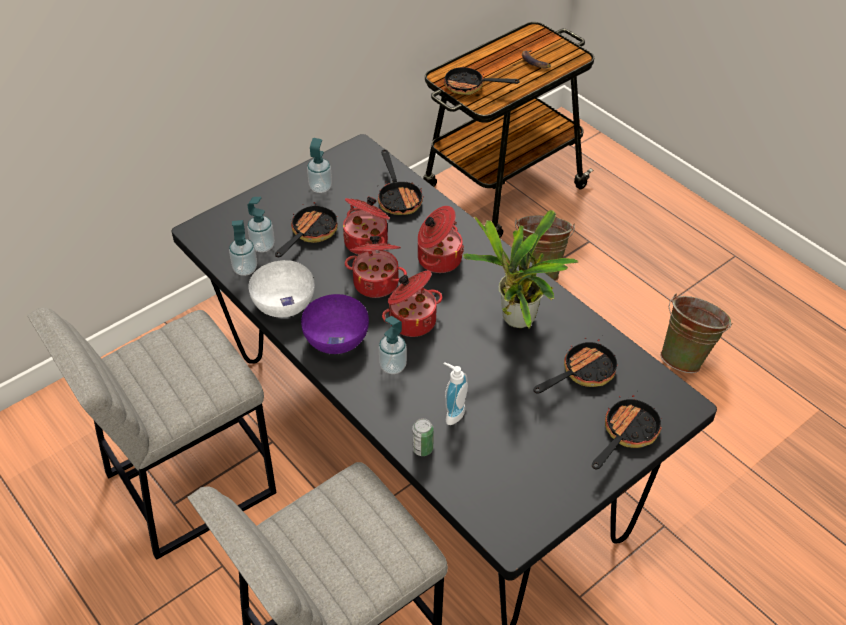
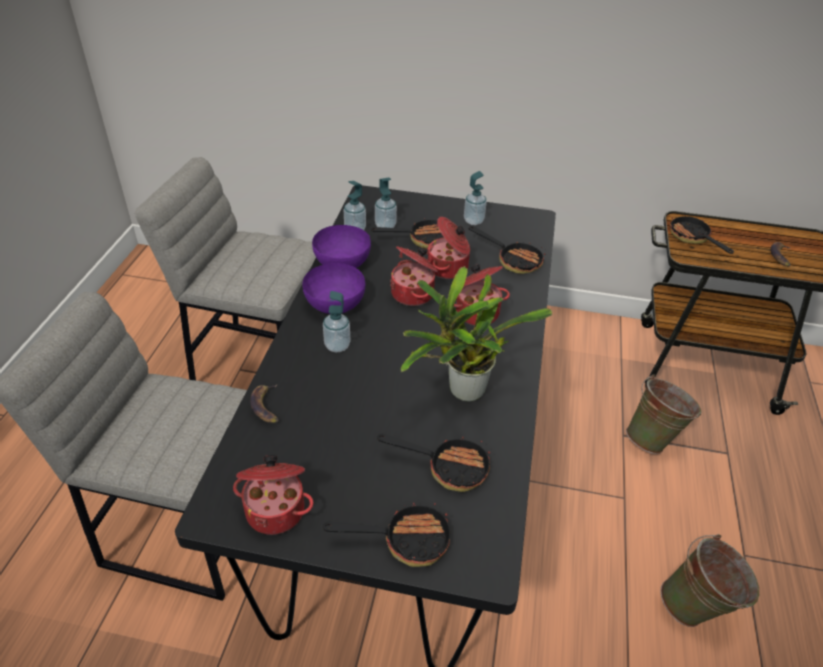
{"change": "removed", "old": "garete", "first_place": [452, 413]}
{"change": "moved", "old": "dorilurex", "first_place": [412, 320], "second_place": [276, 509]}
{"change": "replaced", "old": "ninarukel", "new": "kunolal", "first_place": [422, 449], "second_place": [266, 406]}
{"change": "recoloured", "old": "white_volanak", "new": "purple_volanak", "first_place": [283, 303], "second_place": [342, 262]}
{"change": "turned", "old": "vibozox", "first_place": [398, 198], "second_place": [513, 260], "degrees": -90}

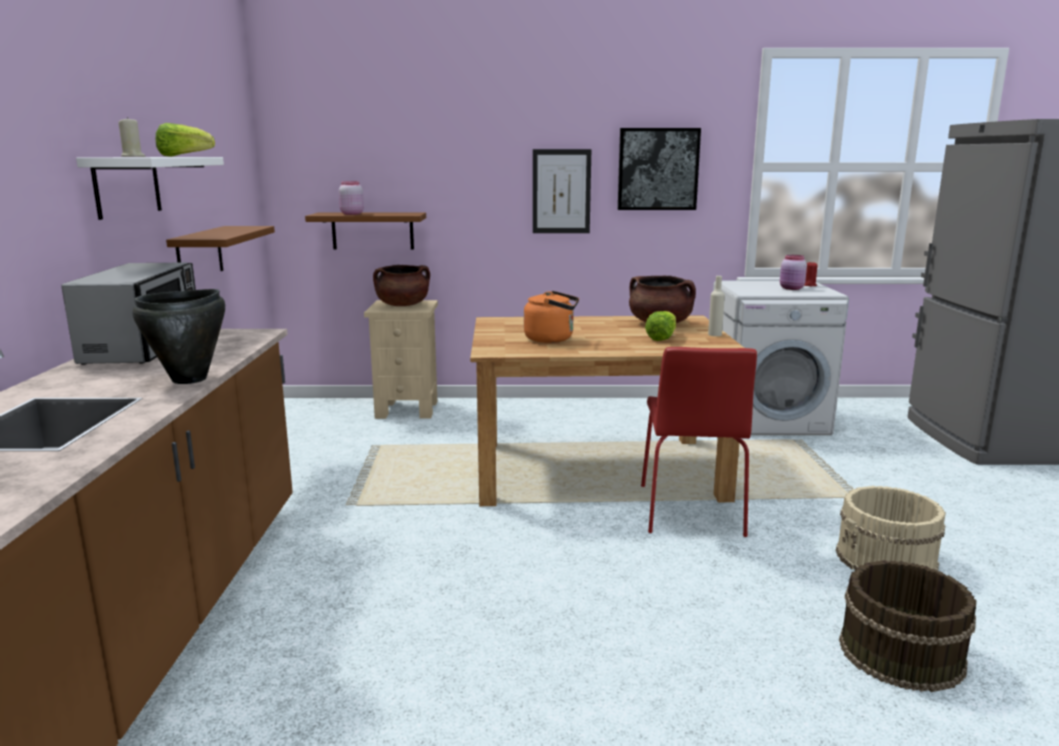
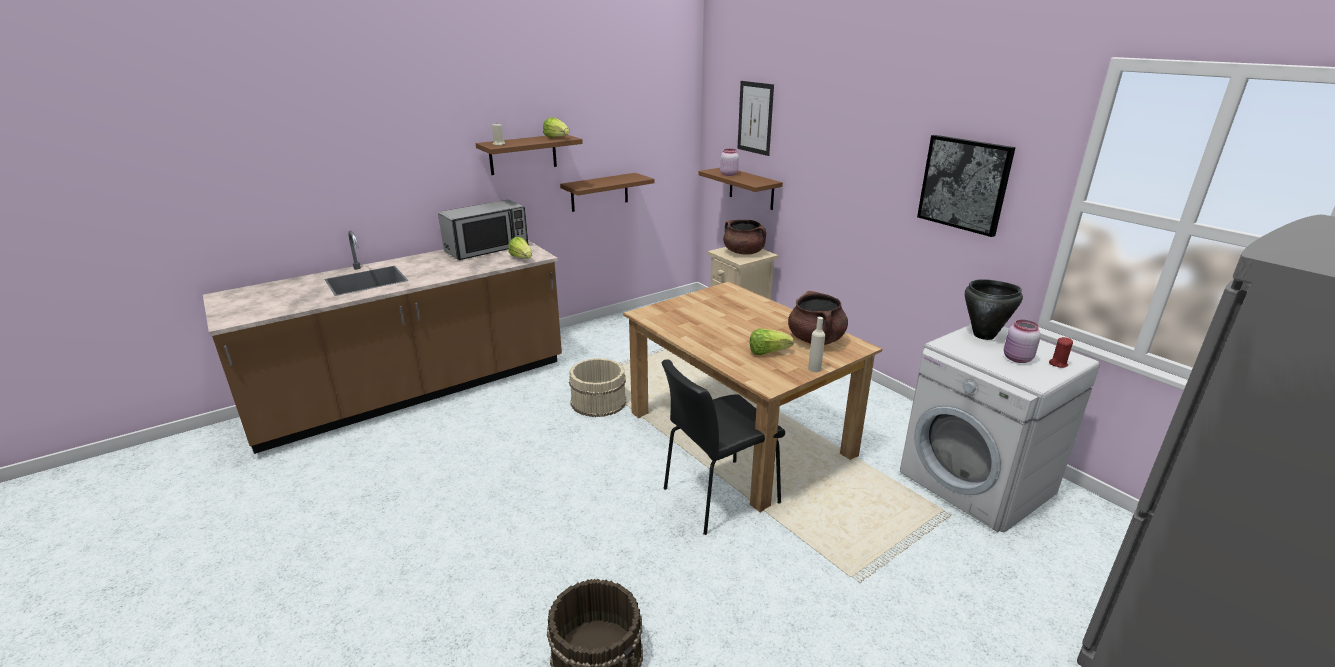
{"change": "removed", "old": "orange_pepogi", "first_place": [552, 339]}
{"change": "added", "new": "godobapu", "second_place": [522, 258]}
{"change": "moved", "old": "black_dorilurex", "first_place": [190, 379], "second_place": [984, 335]}
{"change": "moved", "old": "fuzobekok", "first_place": [561, 191], "second_place": [755, 118]}
{"change": "moved", "old": "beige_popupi", "first_place": [886, 559], "second_place": [598, 402]}
{"change": "recoloured", "old": "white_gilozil", "new": "brown_gilozil", "first_place": [127, 186], "second_place": [523, 154]}
{"change": "recoloured", "old": "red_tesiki", "new": "black_tesiki", "first_place": [691, 512], "second_place": [717, 497]}

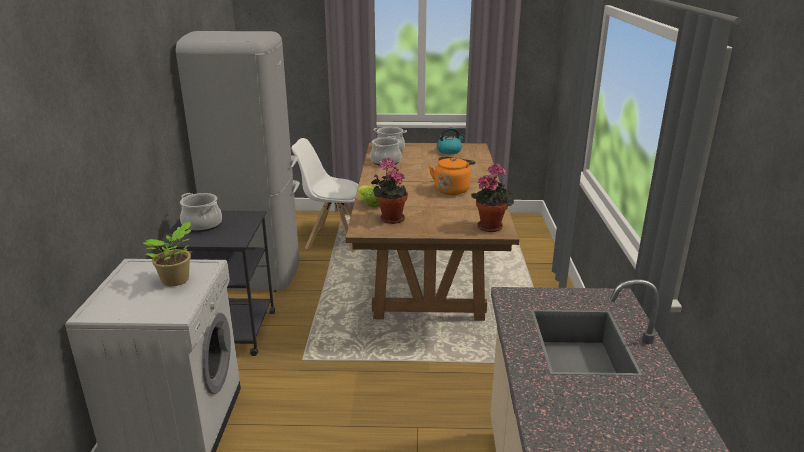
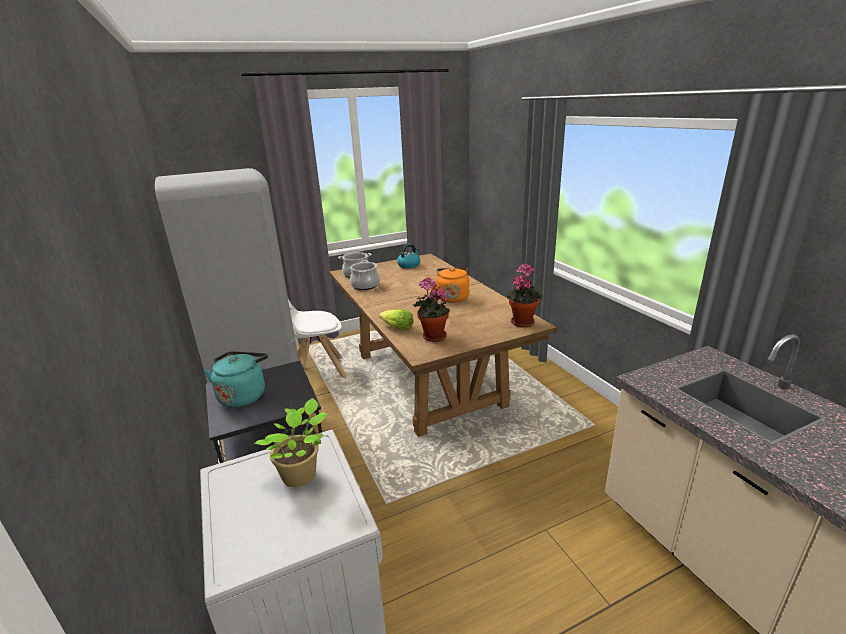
{"change": "replaced", "old": "dorilurex", "new": "turquoise_pepogi", "first_place": [202, 225], "second_place": [243, 395]}

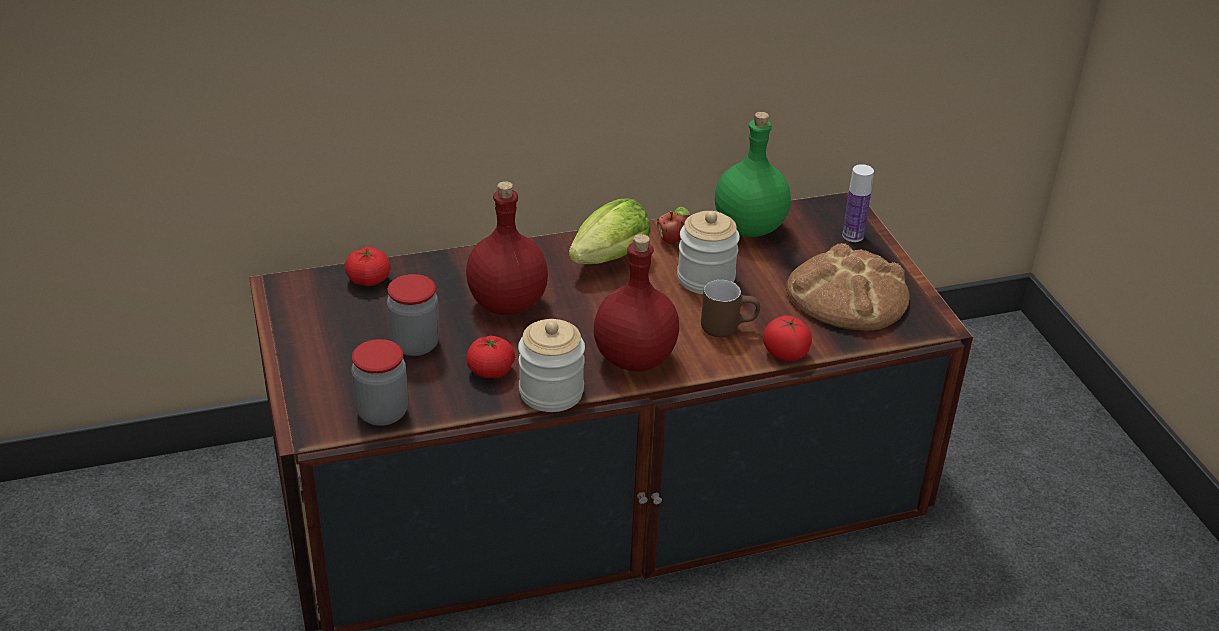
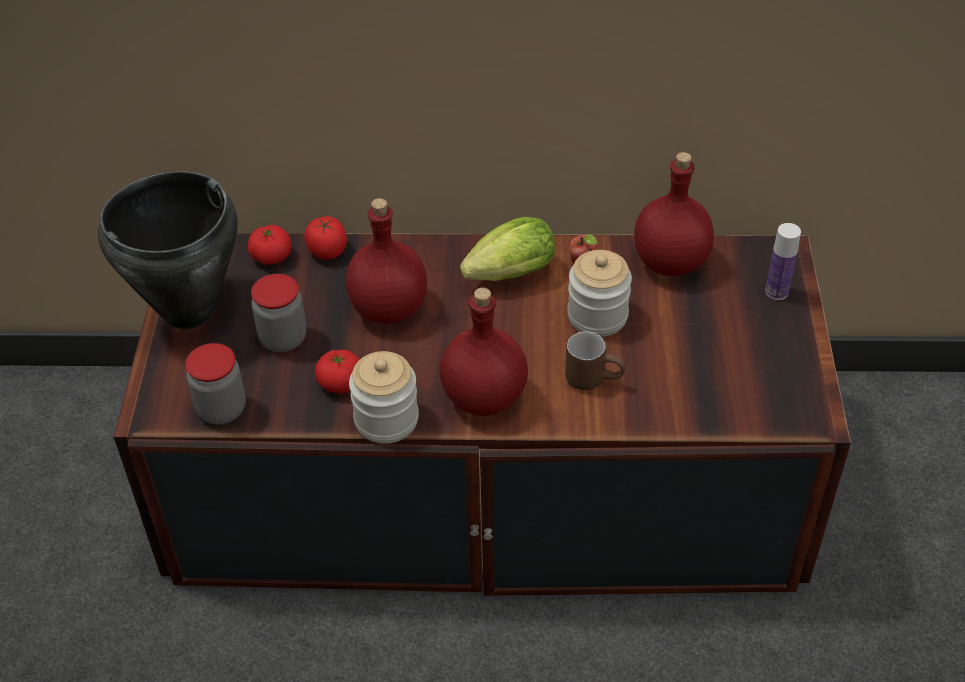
{"change": "removed", "old": "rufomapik", "first_place": [847, 295]}
{"change": "added", "new": "black_dorilurex", "second_place": [187, 311]}
{"change": "moved", "old": "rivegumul", "first_place": [785, 353], "second_place": [327, 251]}
{"change": "recoloured", "old": "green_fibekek", "new": "red_fibekek", "first_place": [750, 228], "second_place": [672, 262]}

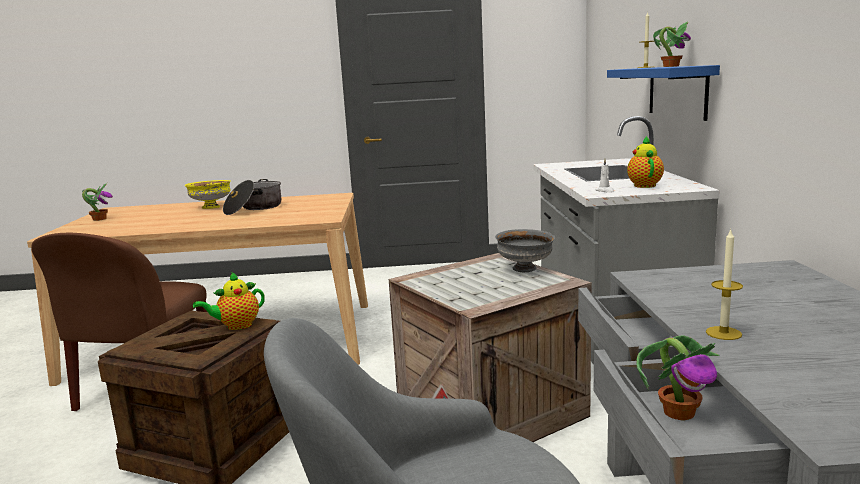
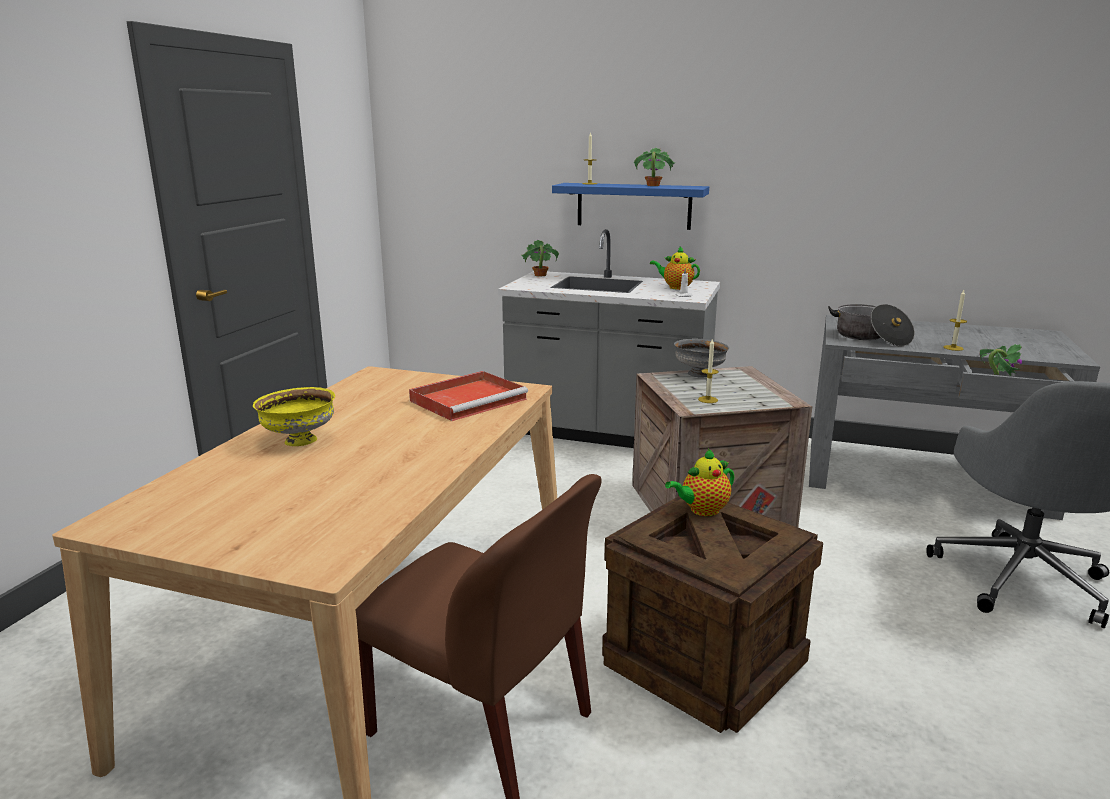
{"change": "added", "new": "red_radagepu", "second_place": [470, 399]}
{"change": "added", "new": "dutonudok", "second_place": [708, 400]}
{"change": "moved", "old": "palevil", "first_place": [99, 219], "second_place": [540, 275]}
{"change": "moved", "old": "dorilurex", "first_place": [254, 208], "second_place": [870, 337]}
{"change": "turned", "old": "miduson", "first_place": [236, 326], "second_place": [702, 510], "degrees": 75}

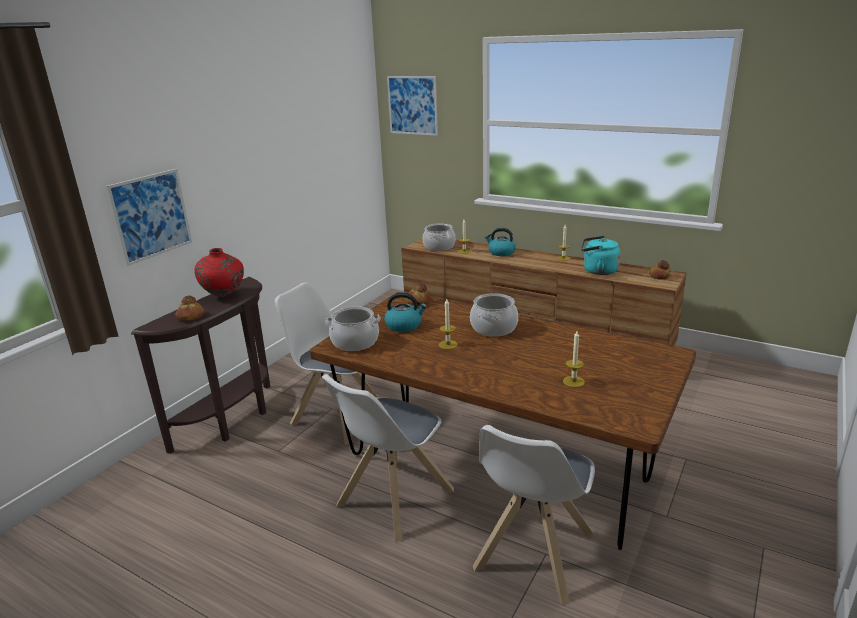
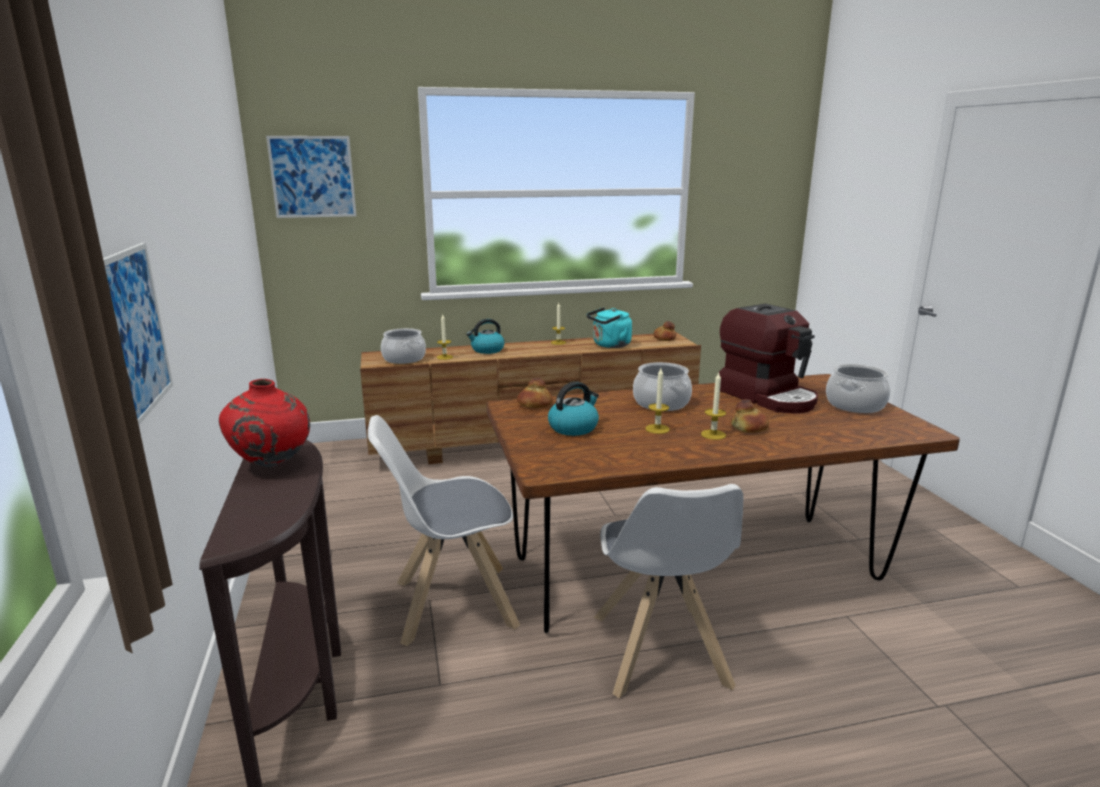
{"change": "removed", "old": "tesiki", "first_place": [532, 553]}
{"change": "added", "new": "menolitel", "second_place": [767, 396]}
{"change": "moved", "old": "rufomapik", "first_place": [190, 316], "second_place": [748, 428]}
{"change": "moved", "old": "dorilurex", "first_place": [355, 342], "second_place": [854, 405]}
{"change": "moved", "old": "dutonudok", "first_place": [573, 381], "second_place": [713, 434]}

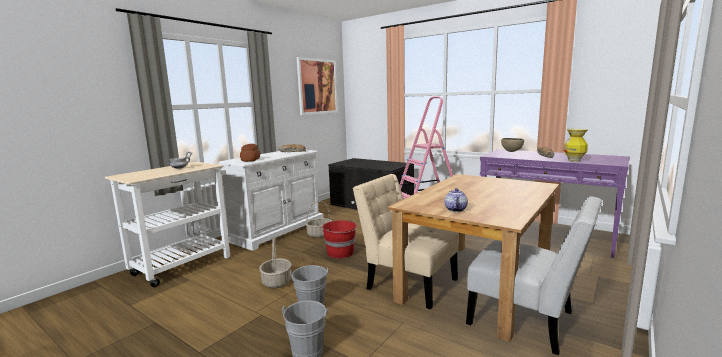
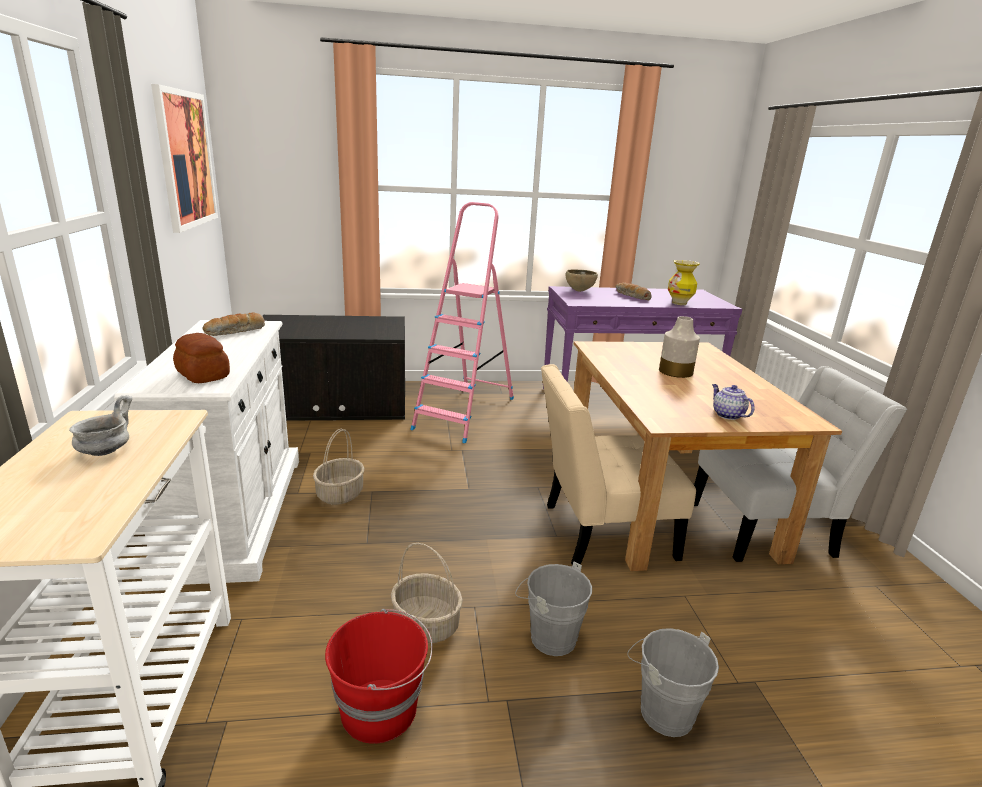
{"change": "added", "new": "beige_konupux", "second_place": [675, 371]}
{"change": "moved", "old": "red_popupi", "first_place": [341, 253], "second_place": [381, 709]}

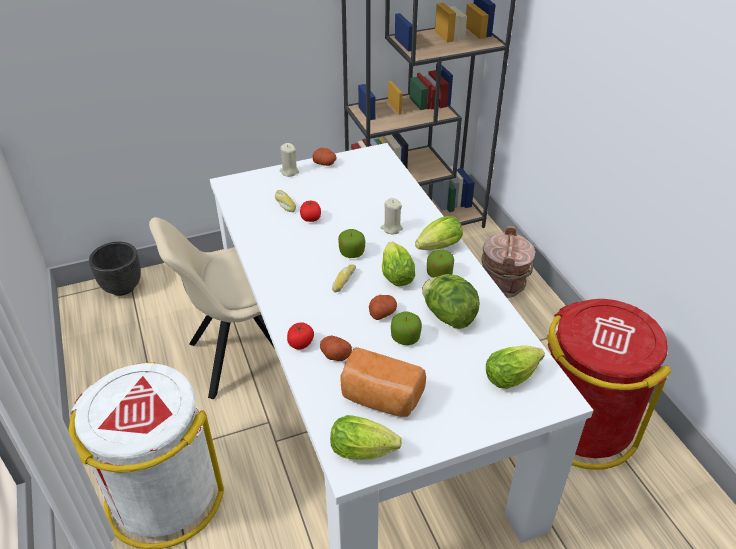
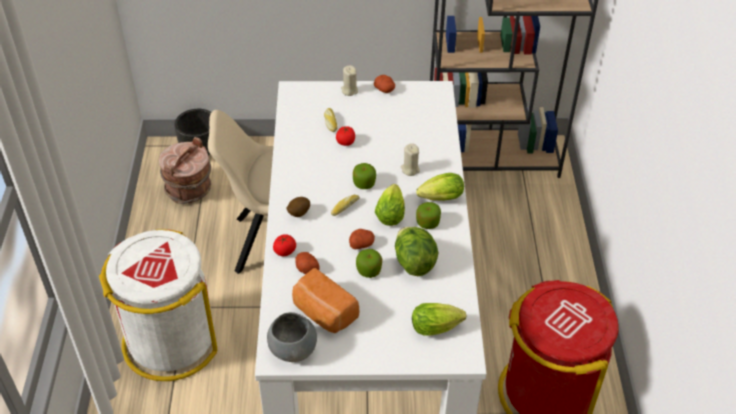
{"change": "added", "new": "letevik", "second_place": [298, 213]}
{"change": "moved", "old": "brown_popupi", "first_place": [503, 283], "second_place": [189, 189]}
{"change": "replaced", "old": "godobapu", "new": "grey_volanak", "first_place": [366, 451], "second_place": [292, 349]}

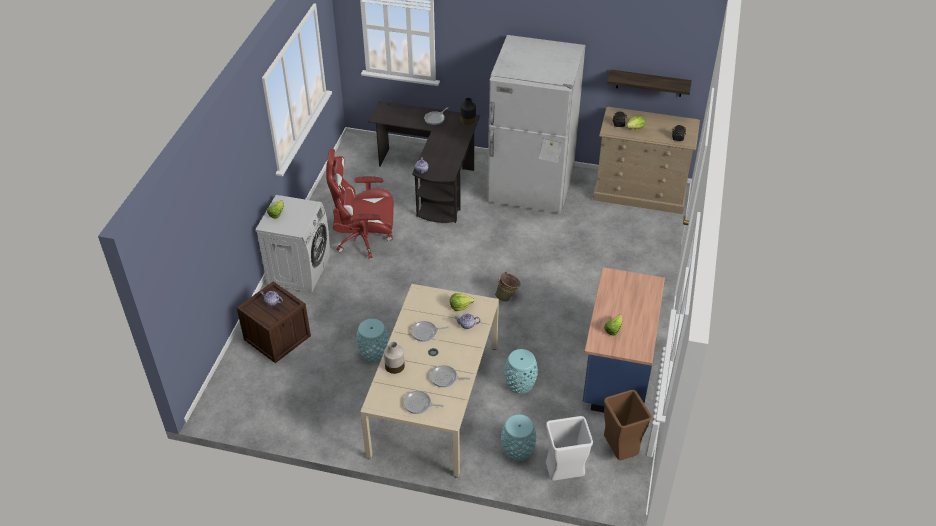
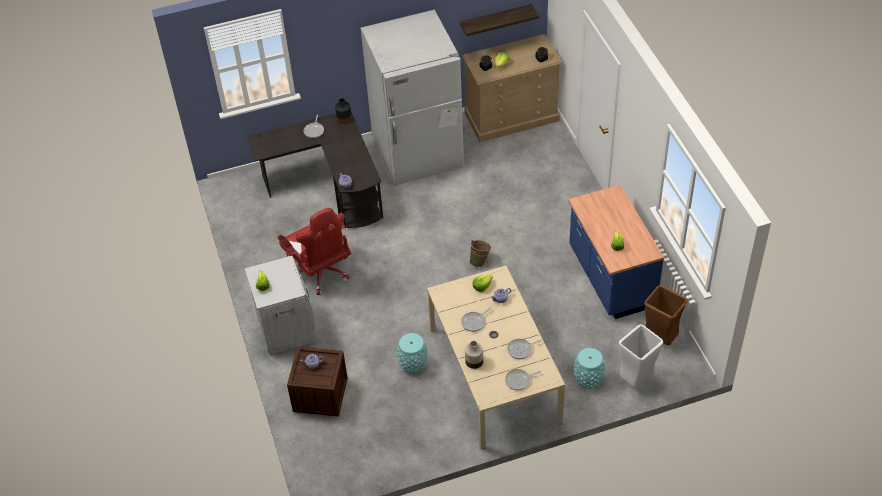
{"change": "removed", "old": "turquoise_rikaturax", "first_place": [520, 384]}
{"change": "turned", "old": "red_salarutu", "first_place": [366, 239], "second_place": [319, 270], "degrees": -90}

